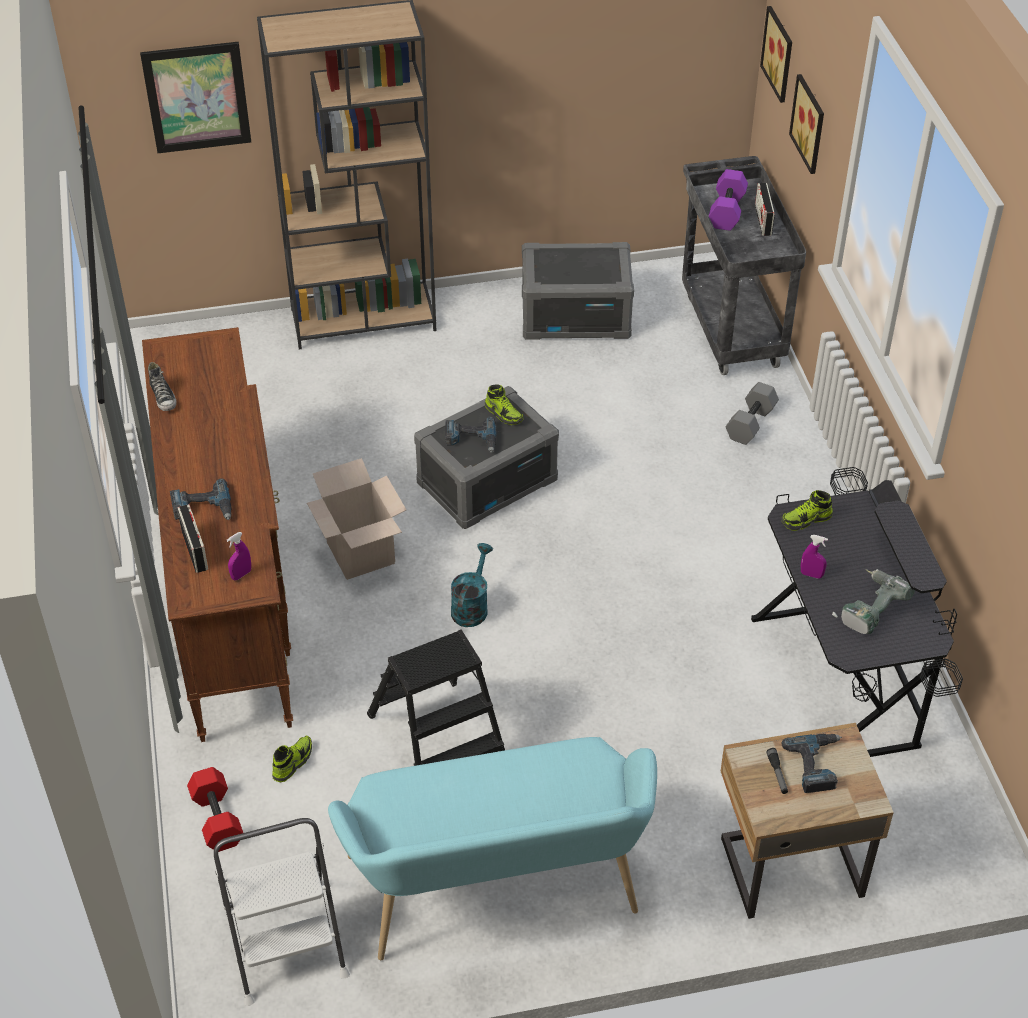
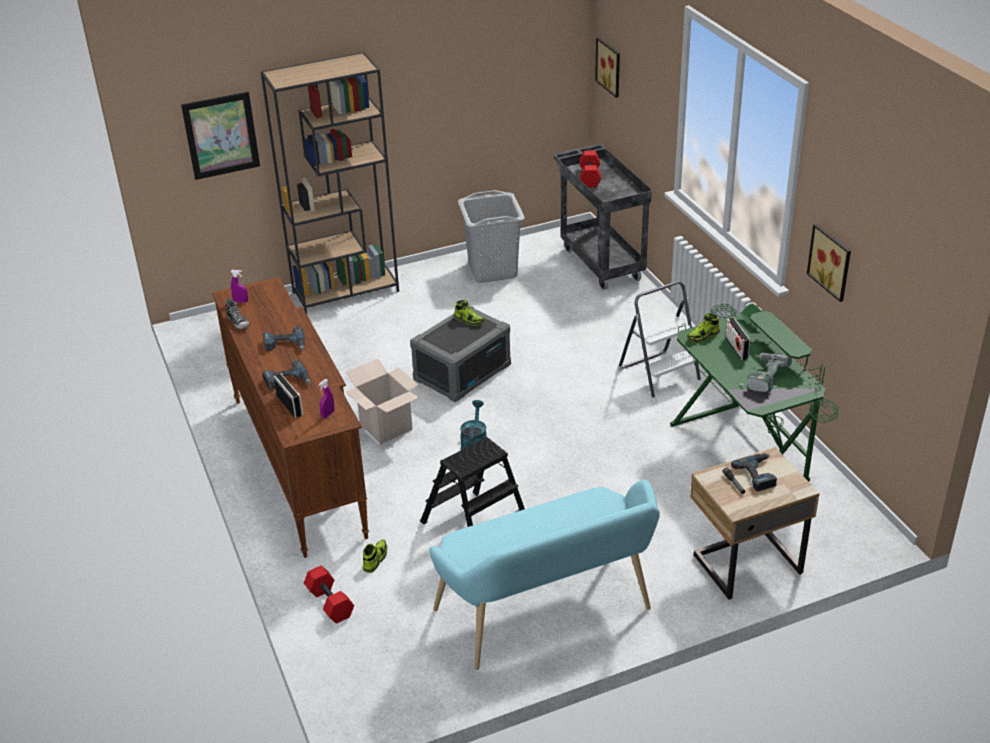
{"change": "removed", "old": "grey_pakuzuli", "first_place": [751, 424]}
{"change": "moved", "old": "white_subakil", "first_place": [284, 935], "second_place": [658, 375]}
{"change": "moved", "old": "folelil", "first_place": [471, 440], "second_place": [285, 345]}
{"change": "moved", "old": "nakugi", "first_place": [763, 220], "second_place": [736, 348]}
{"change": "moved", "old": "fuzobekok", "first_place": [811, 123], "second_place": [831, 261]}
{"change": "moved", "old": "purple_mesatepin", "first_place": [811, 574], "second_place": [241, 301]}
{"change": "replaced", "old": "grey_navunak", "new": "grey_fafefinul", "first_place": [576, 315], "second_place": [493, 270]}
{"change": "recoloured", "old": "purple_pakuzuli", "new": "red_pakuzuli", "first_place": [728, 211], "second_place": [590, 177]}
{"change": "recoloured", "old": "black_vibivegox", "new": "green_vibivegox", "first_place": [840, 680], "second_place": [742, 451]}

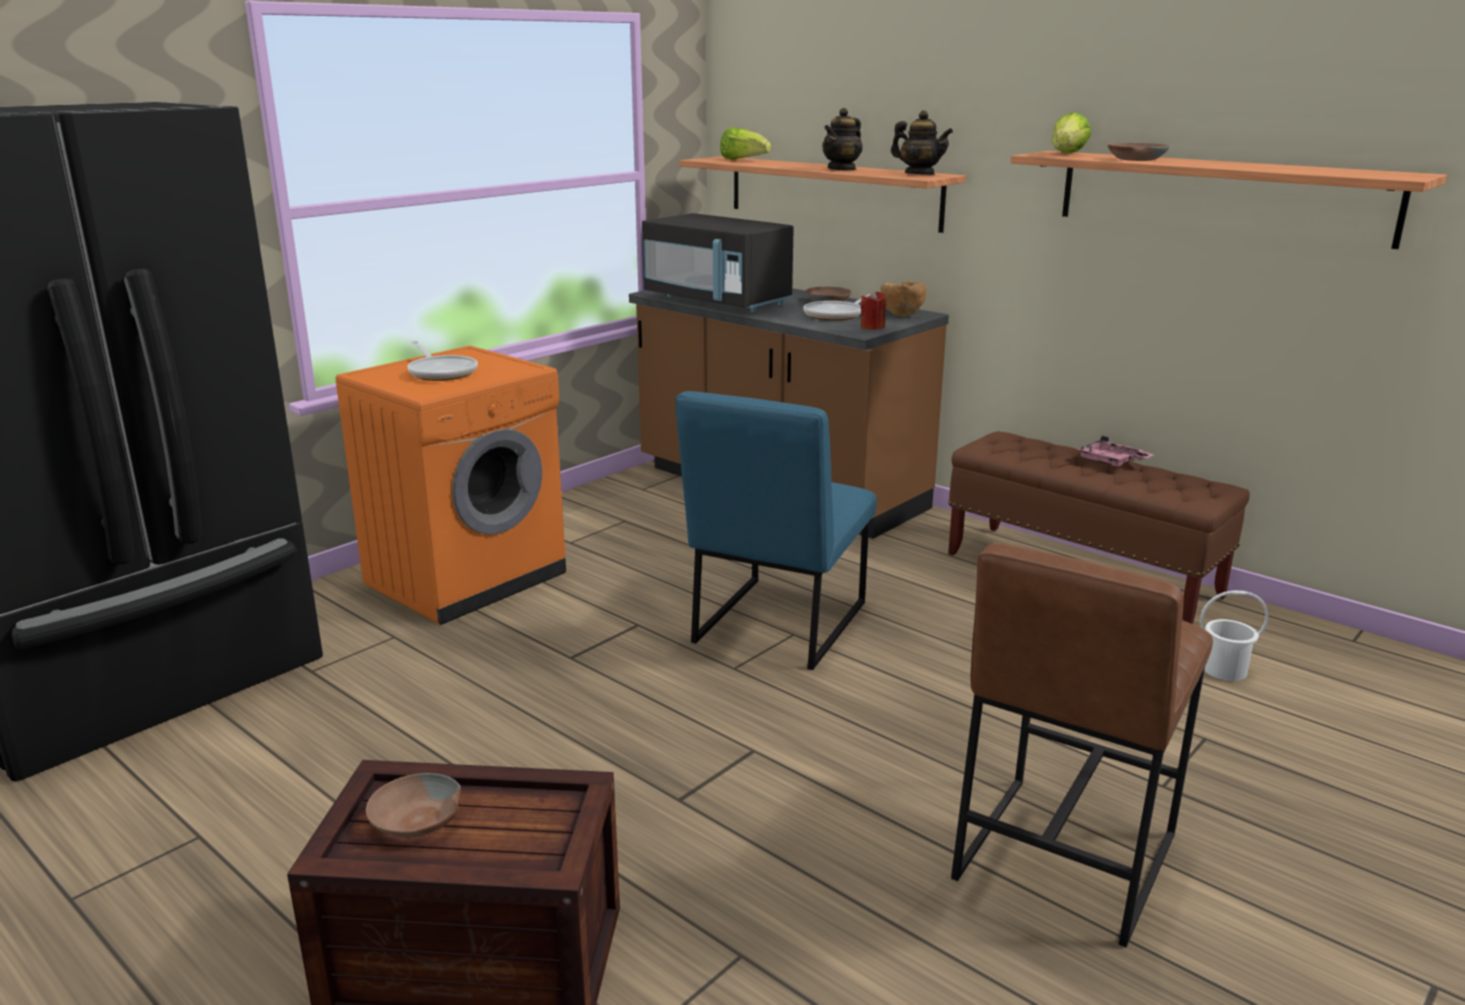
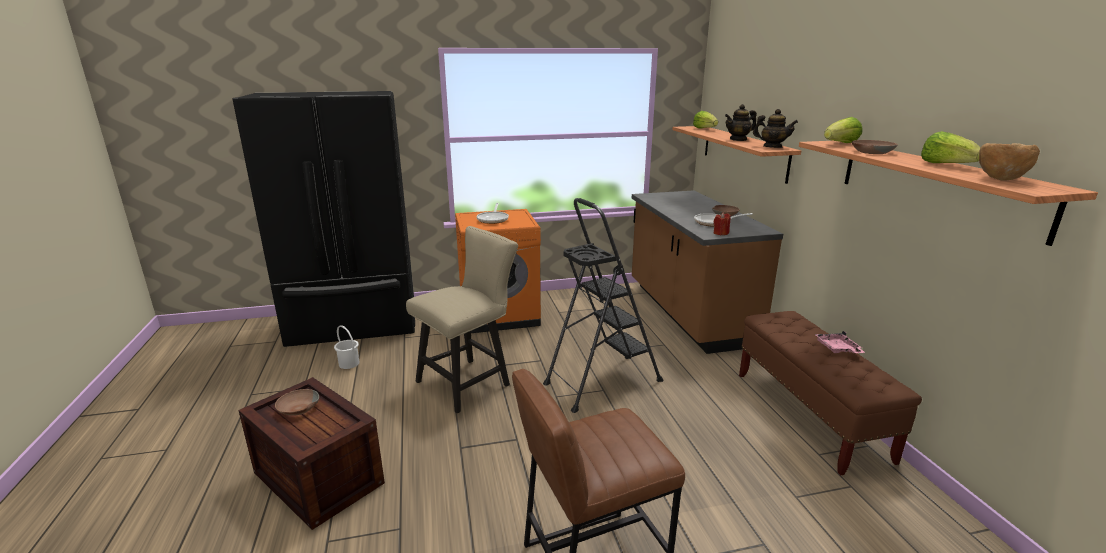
{"change": "removed", "old": "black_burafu", "first_place": [717, 301]}
{"change": "added", "new": "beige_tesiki", "second_place": [469, 381]}
{"change": "added", "new": "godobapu", "second_place": [946, 165]}
{"change": "moved", "old": "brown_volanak", "first_place": [901, 315], "second_place": [999, 179]}
{"change": "moved", "old": "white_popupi", "first_place": [1223, 669], "second_place": [349, 363]}
{"change": "replaced", "old": "blue_tesiki", "new": "subakil", "first_place": [777, 624], "second_place": [602, 382]}
{"change": "turned", "old": "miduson", "first_place": [919, 174], "second_place": [772, 147], "degrees": -45}

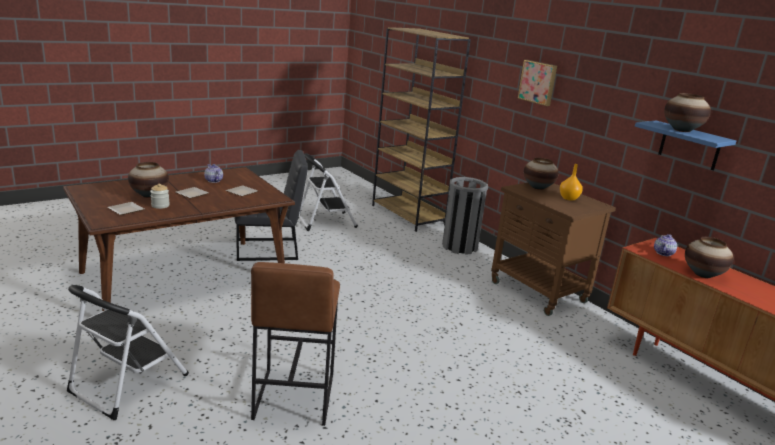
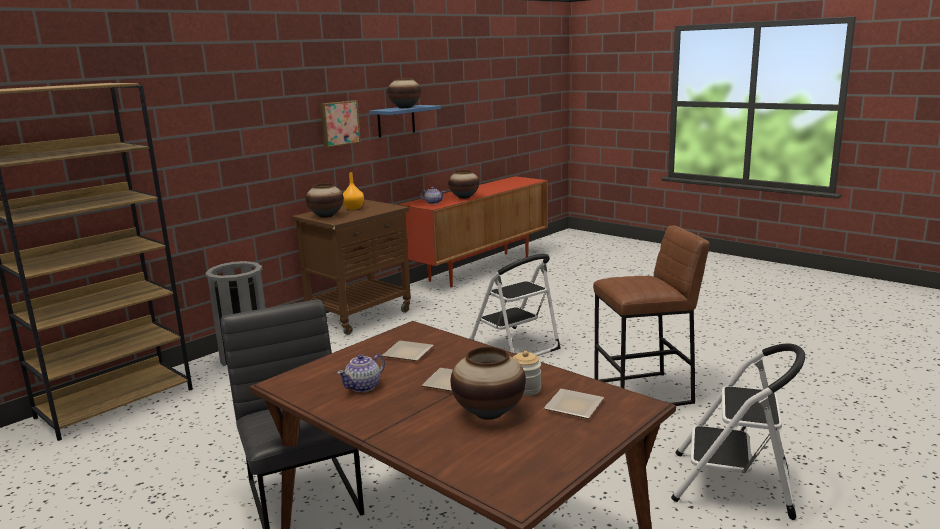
{"change": "moved", "old": "subakil", "first_place": [324, 221], "second_place": [515, 346]}
{"change": "moved", "old": "fuzobekok", "first_place": [538, 82], "second_place": [339, 123]}

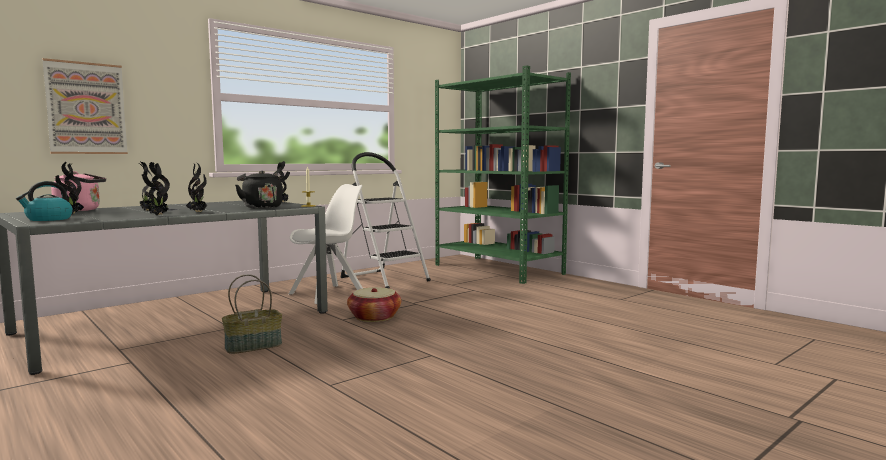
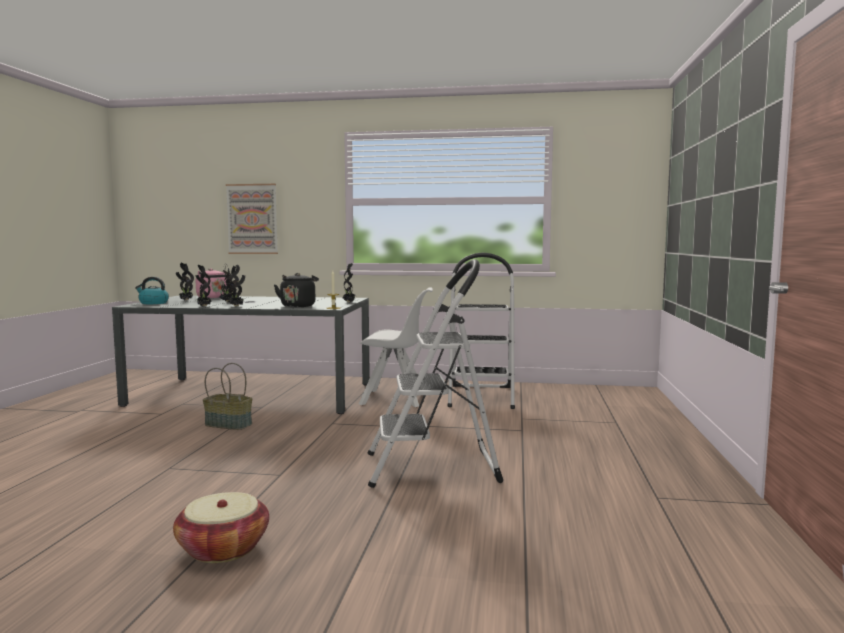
{"change": "removed", "old": "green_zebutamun", "first_place": [498, 269]}
{"change": "added", "new": "subakil", "second_place": [435, 468]}
{"change": "moved", "old": "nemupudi", "first_place": [374, 317], "second_place": [223, 548]}

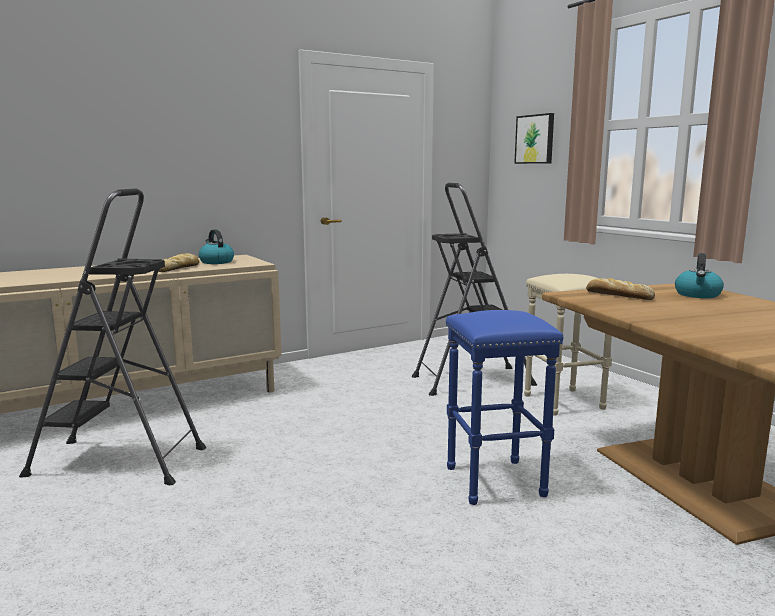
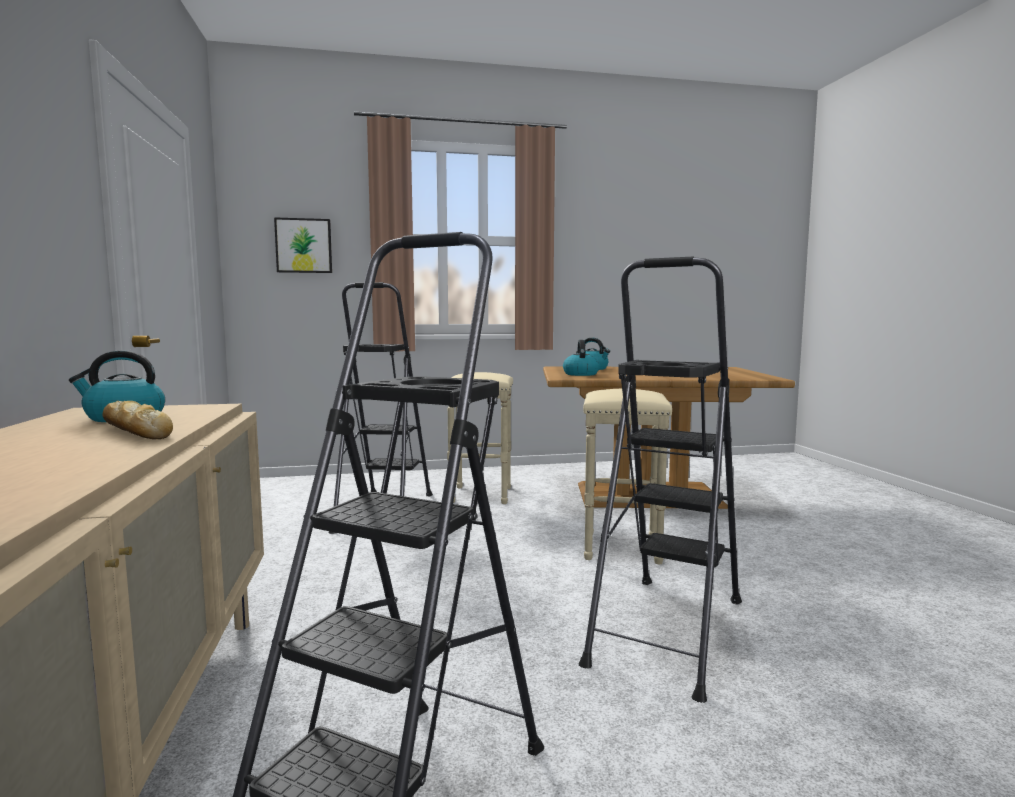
{"change": "added", "new": "subakil", "second_place": [667, 631]}
{"change": "replaced", "old": "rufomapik", "new": "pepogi", "first_place": [617, 295], "second_place": [580, 374]}
{"change": "recoloured", "old": "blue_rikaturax", "new": "beige_rikaturax", "first_place": [492, 480], "second_place": [620, 548]}

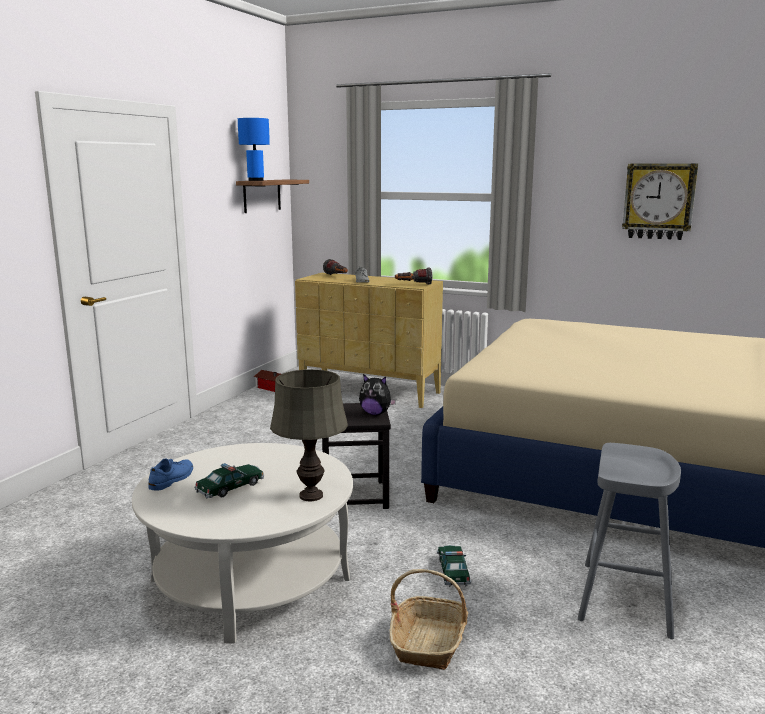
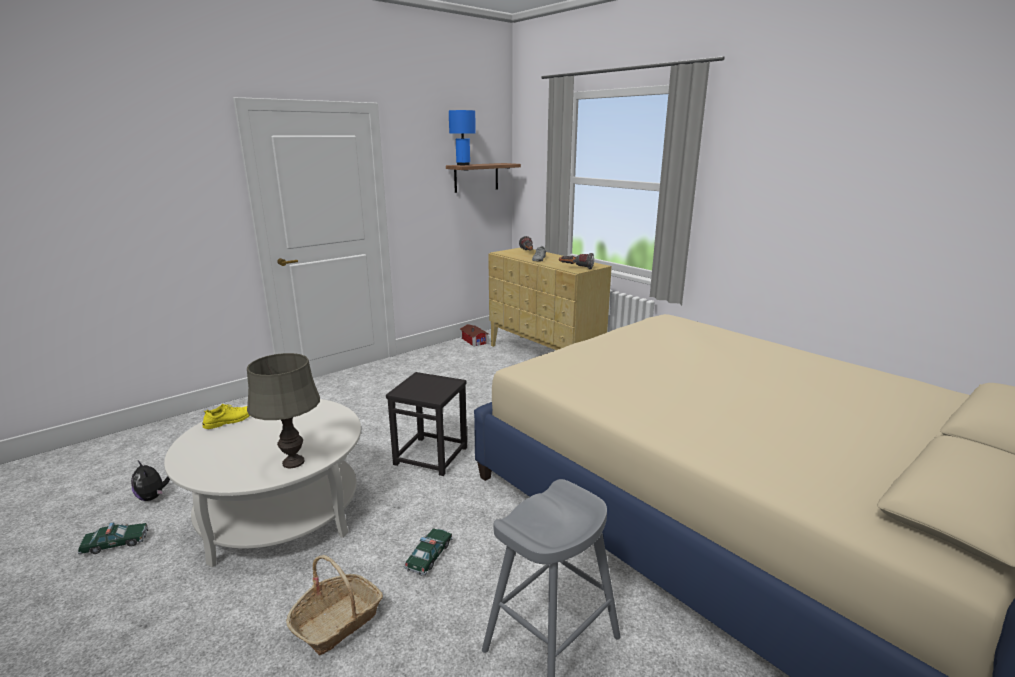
{"change": "removed", "old": "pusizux", "first_place": [659, 201]}
{"change": "moved", "old": "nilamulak", "first_place": [230, 488], "second_place": [115, 543]}
{"change": "moved", "old": "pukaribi", "first_place": [376, 413], "second_place": [153, 497]}
{"change": "recoloured", "old": "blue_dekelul", "new": "yellow_dekelul", "first_place": [172, 479], "second_place": [230, 420]}

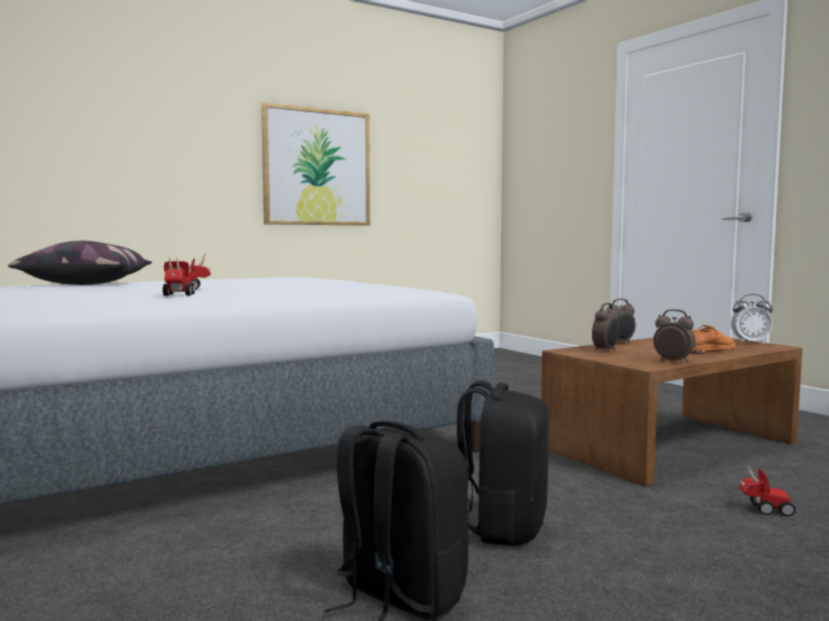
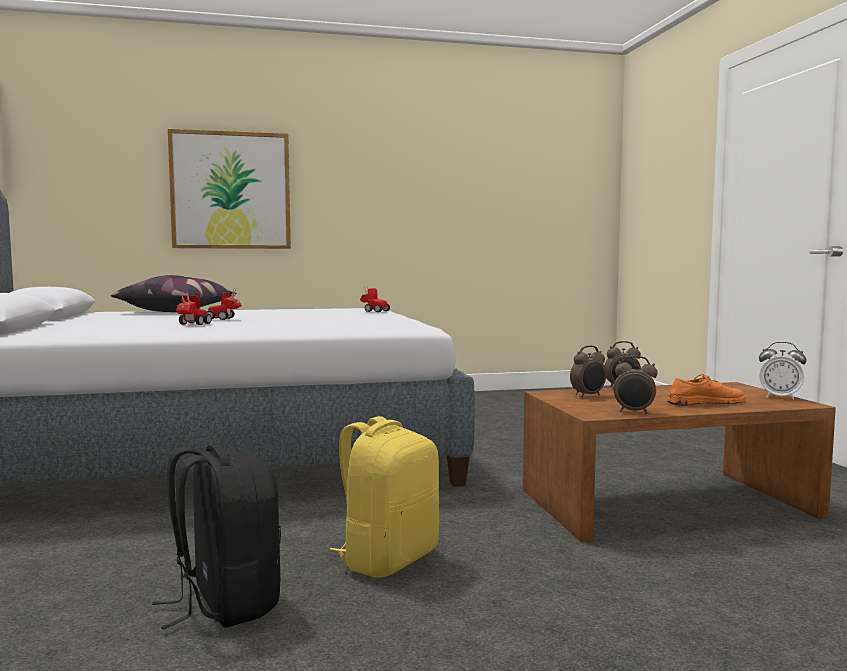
{"change": "moved", "old": "fuzobekok", "first_place": [317, 167], "second_place": [231, 190]}
{"change": "moved", "old": "nilamulak", "first_place": [764, 509], "second_place": [373, 311]}
{"change": "recoloured", "old": "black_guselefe", "new": "yellow_guselefe", "first_place": [501, 527], "second_place": [388, 559]}
{"change": "turned", "old": "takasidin", "first_place": [673, 361], "second_place": [634, 412], "degrees": 135}

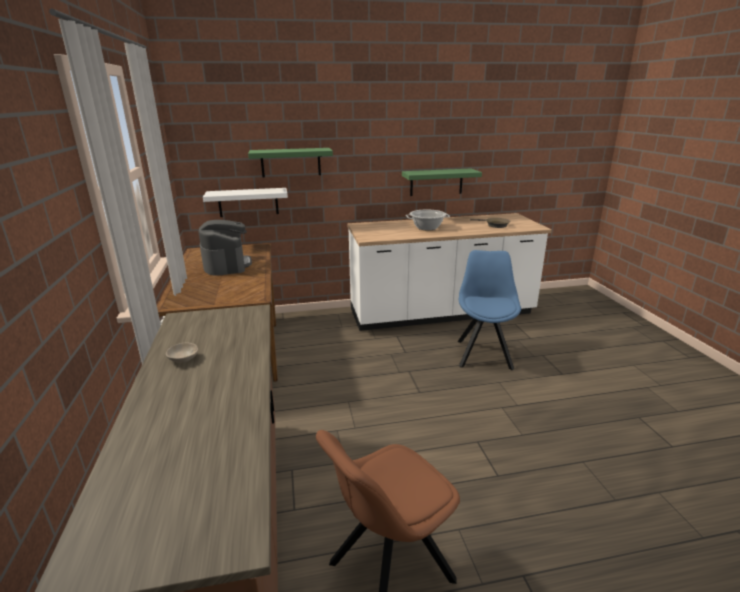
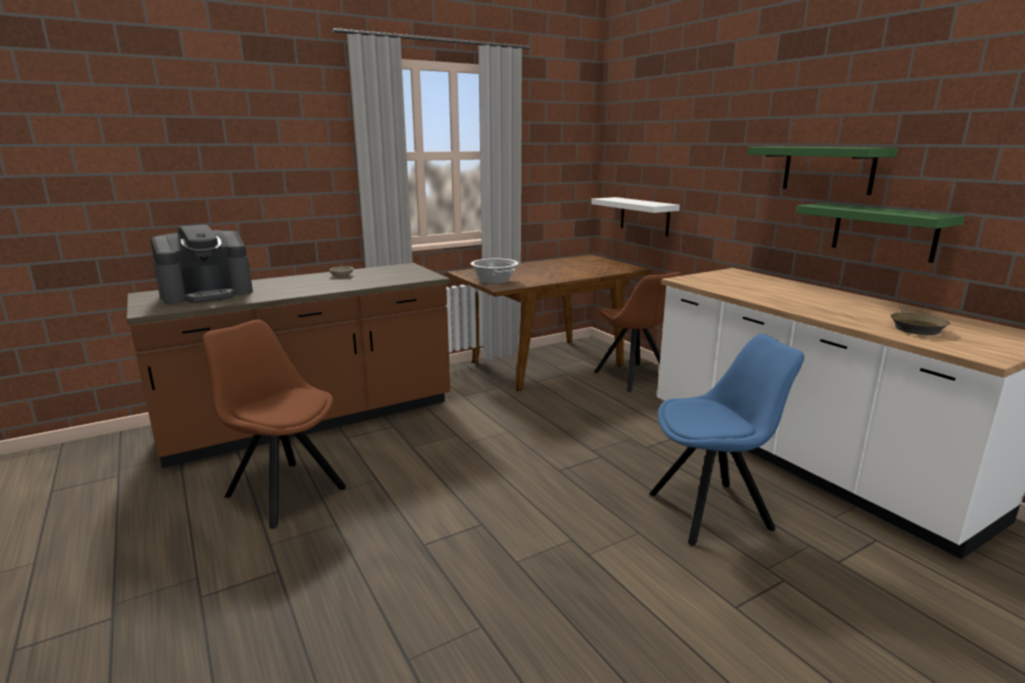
{"change": "added", "new": "brown_tesiki", "second_place": [633, 377]}
{"change": "moved", "old": "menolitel", "first_place": [227, 265], "second_place": [207, 293]}
{"change": "moved", "old": "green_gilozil", "first_place": [290, 162], "second_place": [828, 169]}
{"change": "moved", "old": "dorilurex", "first_place": [427, 228], "second_place": [494, 281]}

